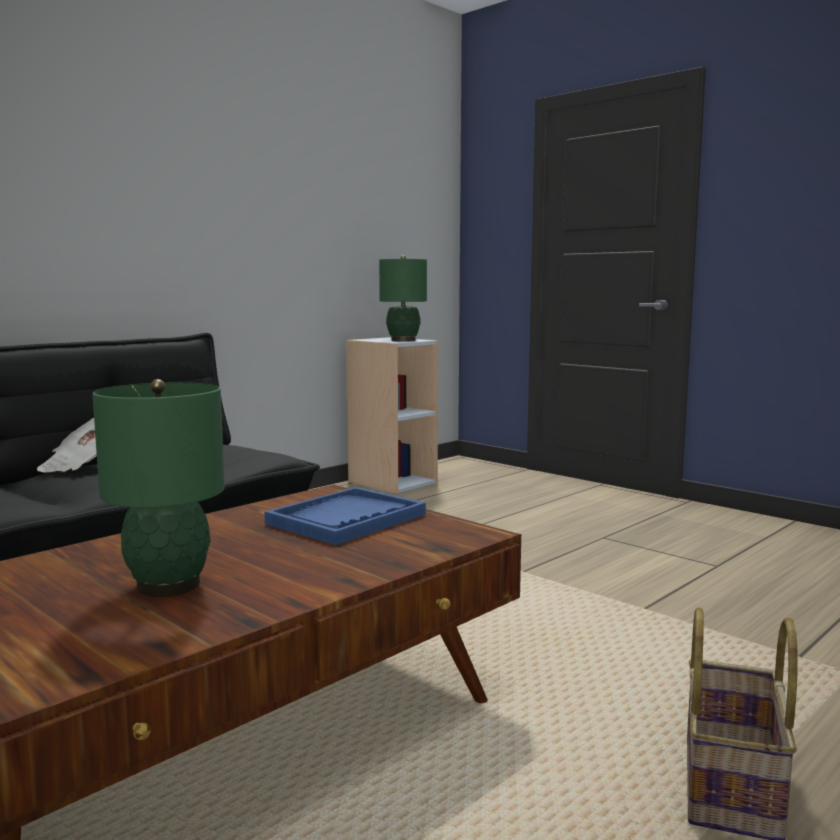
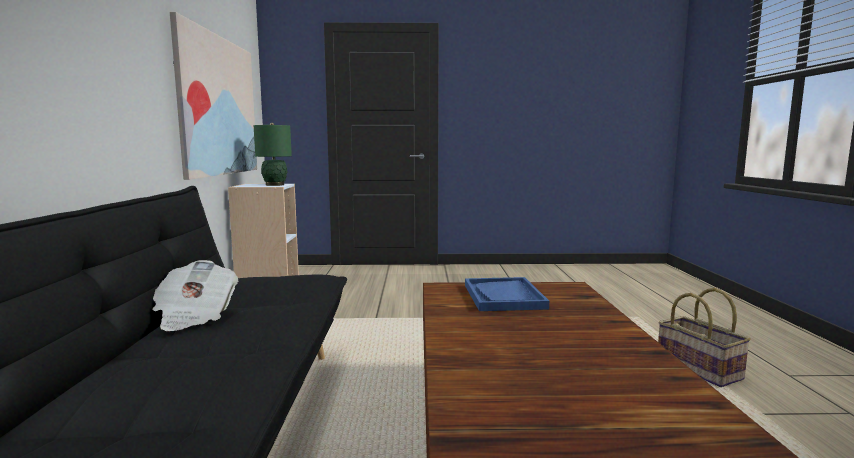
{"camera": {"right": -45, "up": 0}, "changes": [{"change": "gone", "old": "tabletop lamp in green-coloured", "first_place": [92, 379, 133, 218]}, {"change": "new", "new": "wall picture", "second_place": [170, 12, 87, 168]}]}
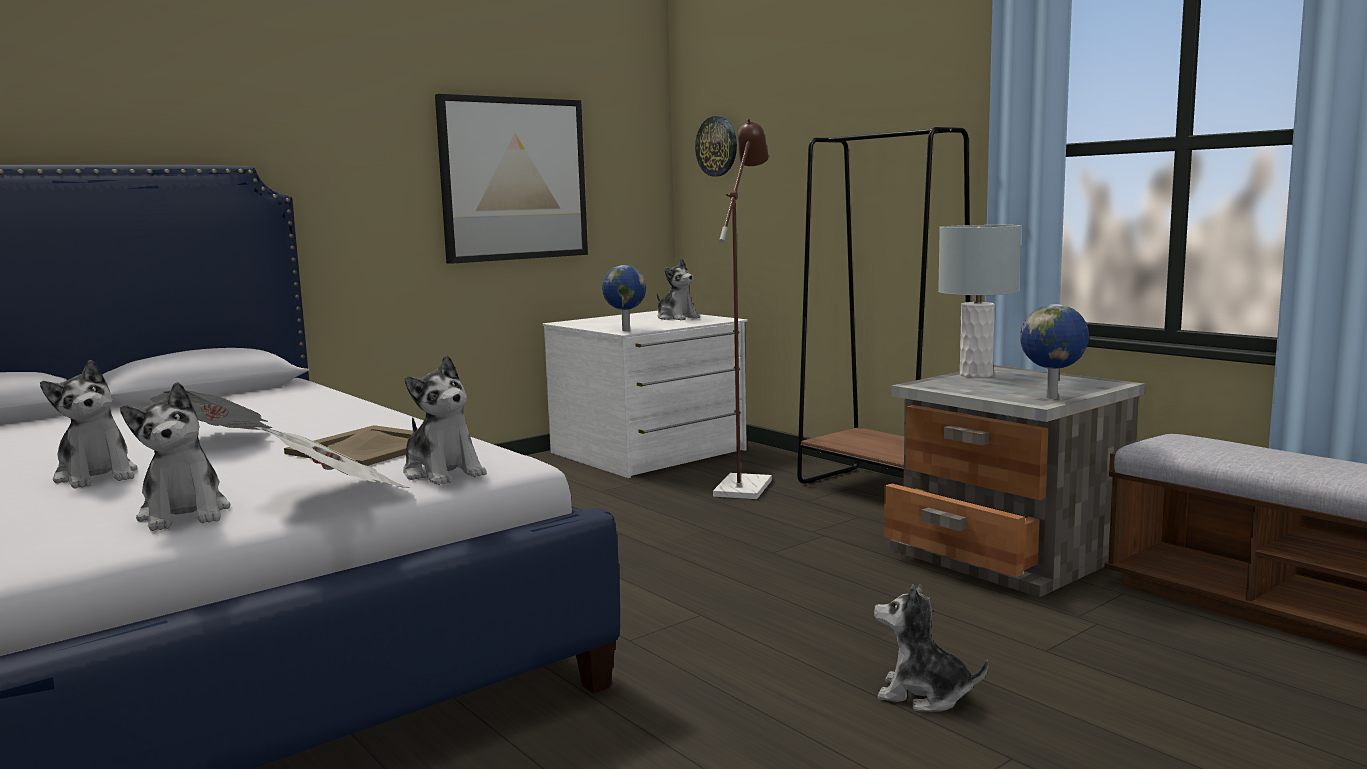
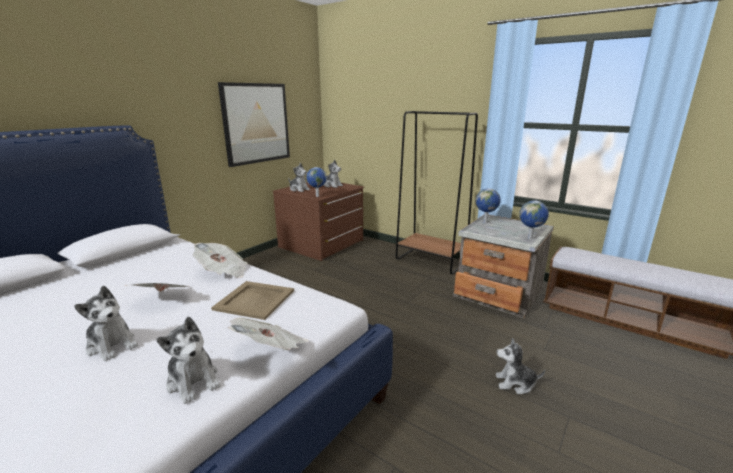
{"camera": {"right": -15, "up": 10}, "changes": [{"change": "gone", "old": "clock on the wall", "first_place": [695, 116, 42, 61]}, {"change": "gone", "old": "standard lamp in brown", "first_place": [713, 119, 59, 380]}, {"change": "new", "new": "daily paper", "second_place": [192, 243, 55, 35]}, {"change": "shifted", "old": "soft toy", "first_place": [403, 355, 84, 130], "second_place": [288, 163, 22, 29]}, {"change": "swapped", "old": "tabletop lamp in grey", "new": "desk globe", "first_place": [938, 225, 83, 153], "second_place": [476, 188, 25, 35]}, {"change": "repainted", "old": "dresser in white-coloured", "new": "dresser in brown", "first_place": [542, 311, 206, 167], "second_place": [273, 182, 91, 79]}]}
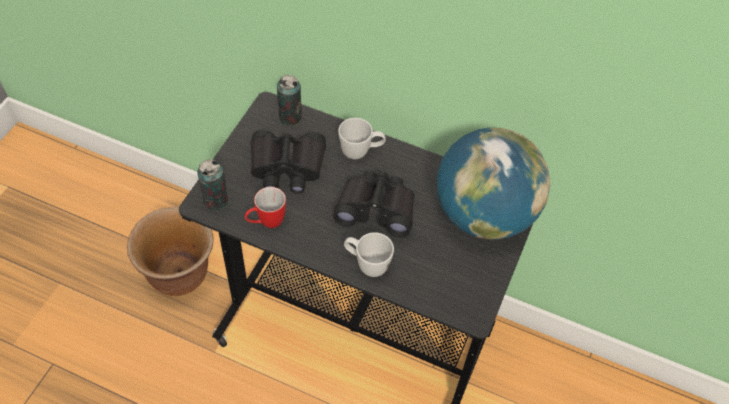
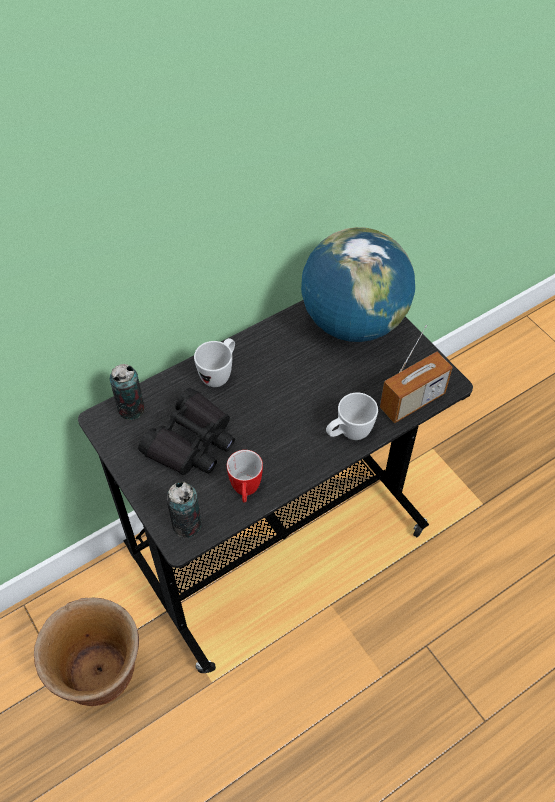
{"camera": {"right": -55, "up": 0}, "changes": [{"change": "gone", "old": "pair of binoculars in black", "first_place": [333, 171, 82, 67]}, {"change": "new", "new": "radio receiver", "second_place": [380, 325, 73, 98]}]}
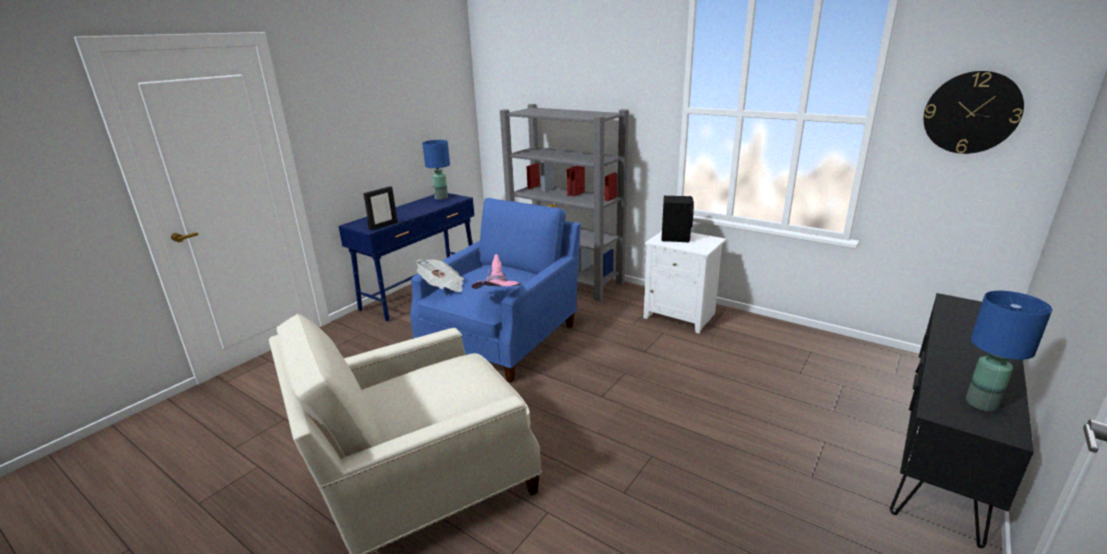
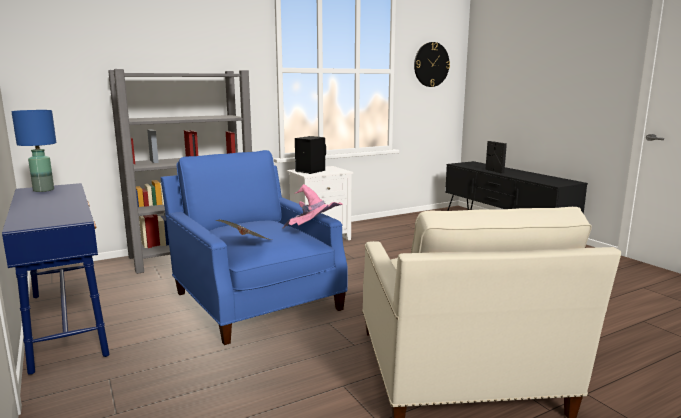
{"camera": {"right": -65, "up": -10}, "changes": [{"change": "gone", "old": "tabletop lamp in blue-coloured", "first_place": [965, 291, 87, 121]}, {"change": "shifted", "old": "picture frame", "first_place": [363, 186, 35, 45], "second_place": [485, 141, 22, 32]}]}
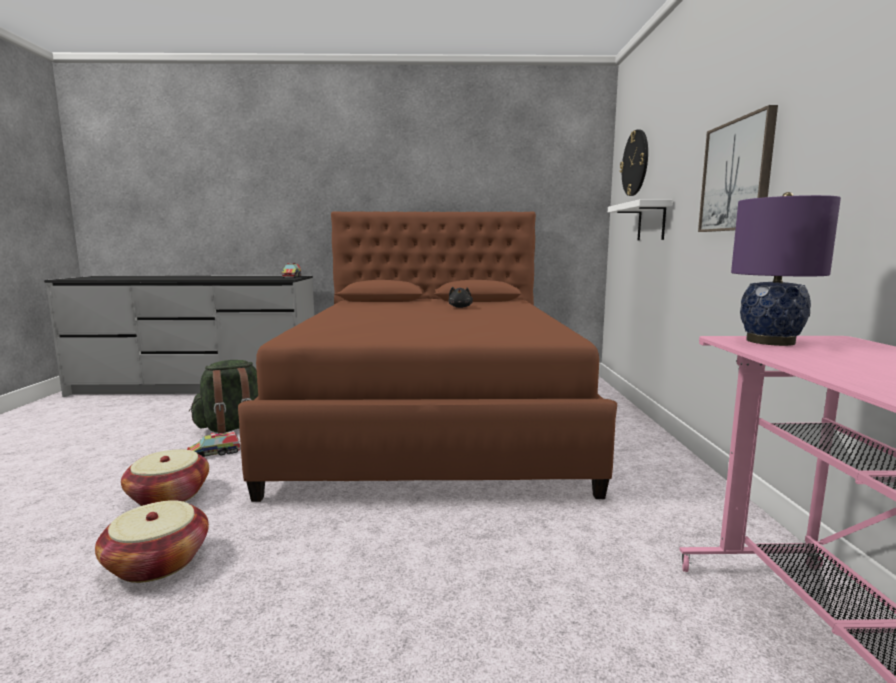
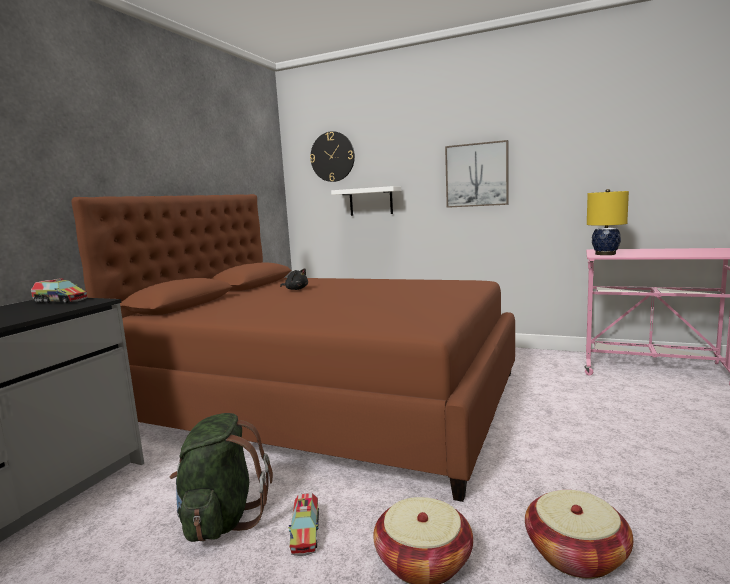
{"camera": {"right": -65, "up": 0}, "changes": [{"change": "repainted", "old": "tabletop lamp in purple-coloured", "new": "tabletop lamp in yellowish", "first_place": [731, 192, 110, 154], "second_place": [587, 189, 42, 66]}]}
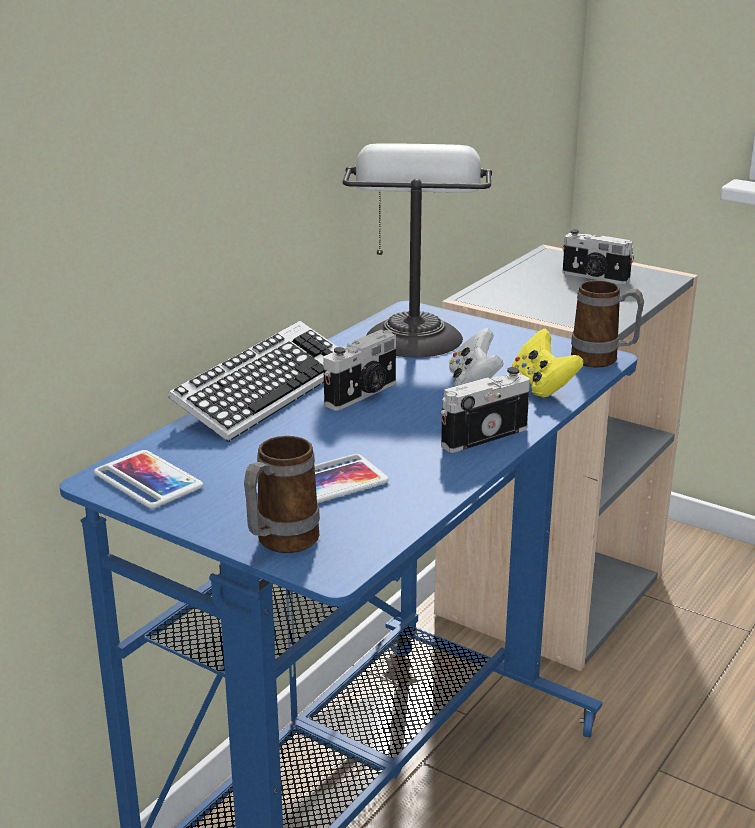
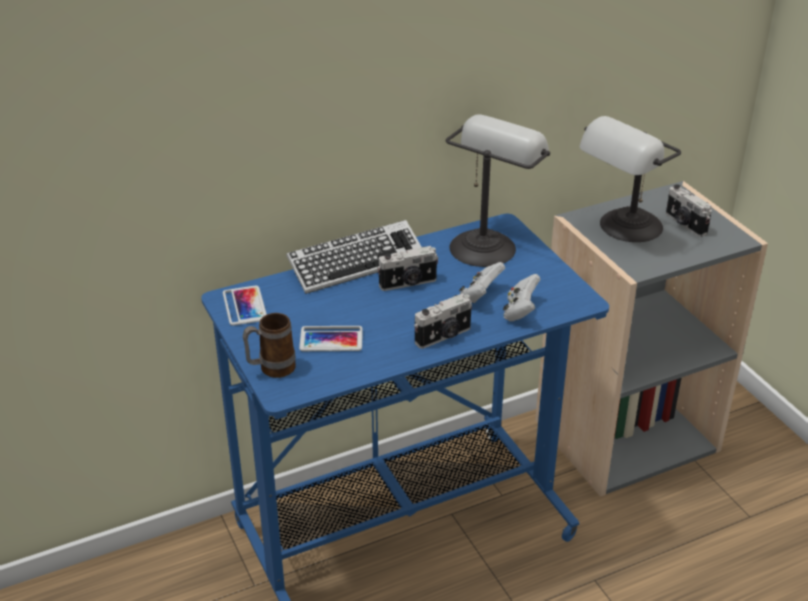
{"camera": {"right": 30, "up": 10}, "changes": [{"change": "gone", "old": "tea mug", "first_place": [571, 280, 73, 88]}, {"change": "new", "new": "tabletop lamp", "second_place": [580, 116, 101, 126]}, {"change": "repainted", "old": "game controller in yellowish", "new": "game controller in white-coloured", "first_place": [512, 328, 72, 69], "second_place": [503, 274, 37, 48]}, {"change": "rotated", "old": "photo camera", "first_place": [441, 367, 89, 86], "second_place": [414, 293, 58, 56], "degrees": 150}]}
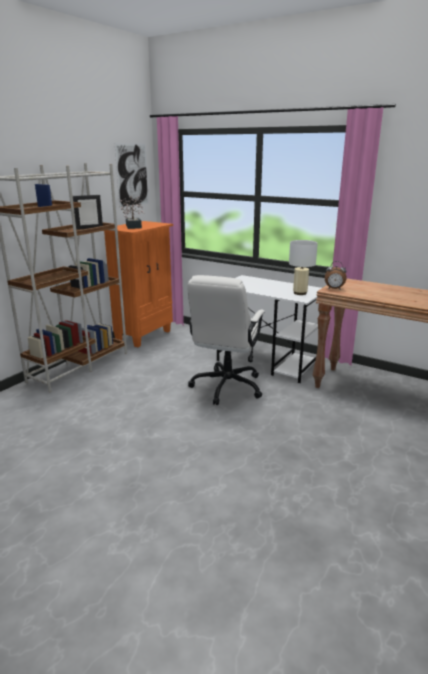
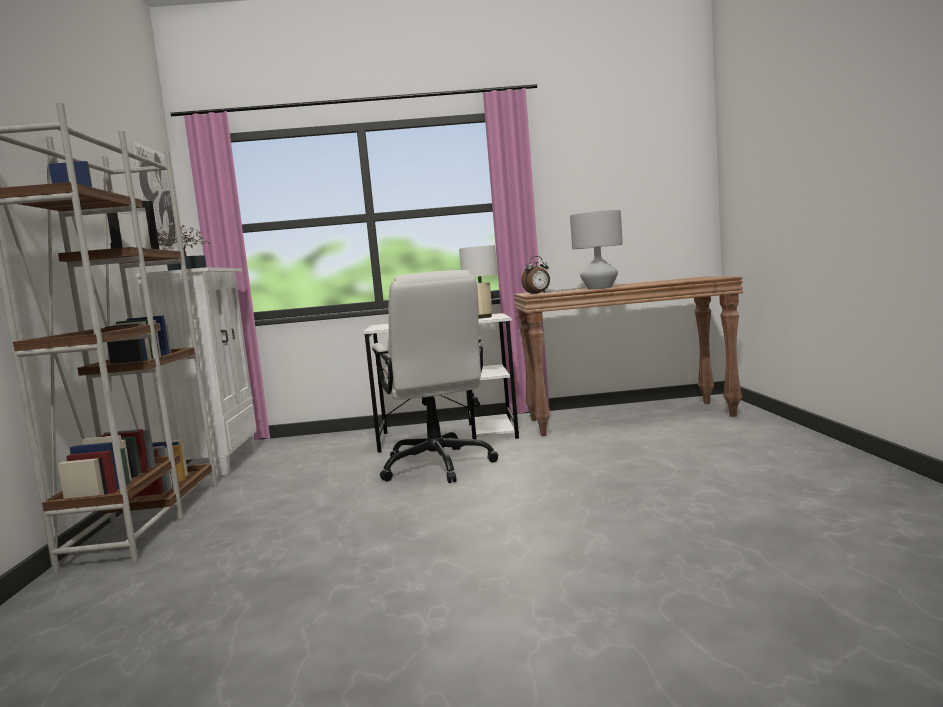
{"camera": {"right": -35, "up": -15}, "changes": [{"change": "new", "new": "tabletop lamp in white-coloured", "second_place": [542, 210, 81, 82]}, {"change": "repainted", "old": "storage cabinet in orange-coloured", "new": "storage cabinet in white-coloured", "first_place": [104, 221, 69, 126], "second_place": [135, 267, 122, 209]}]}
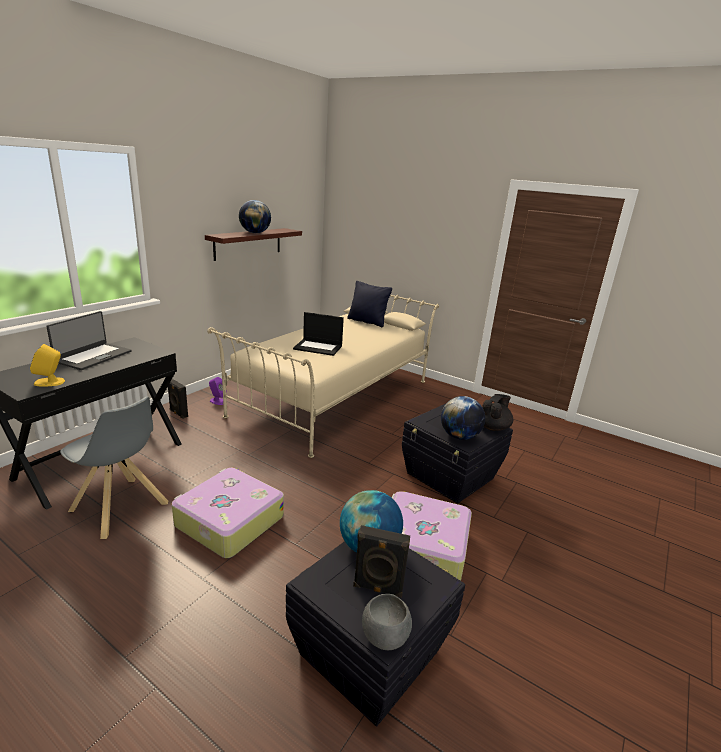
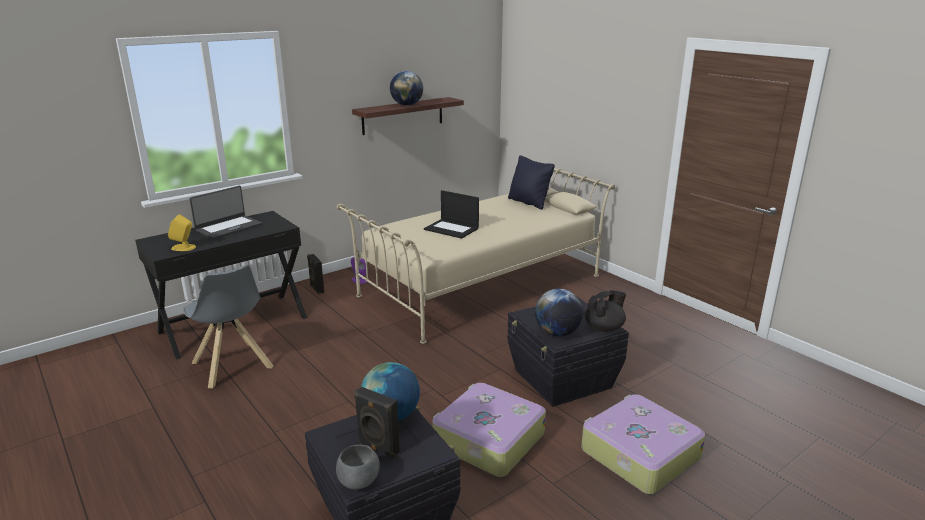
{"camera": {"right": 20, "up": 0}, "changes": [{"change": "shifted", "old": "travel case", "first_place": [172, 468, 112, 90], "second_place": [581, 394, 124, 100]}]}
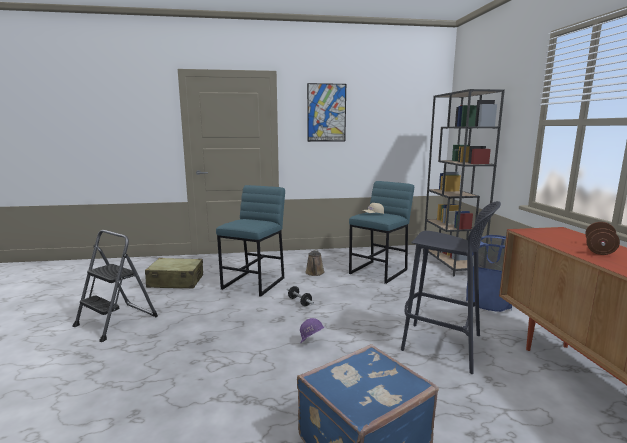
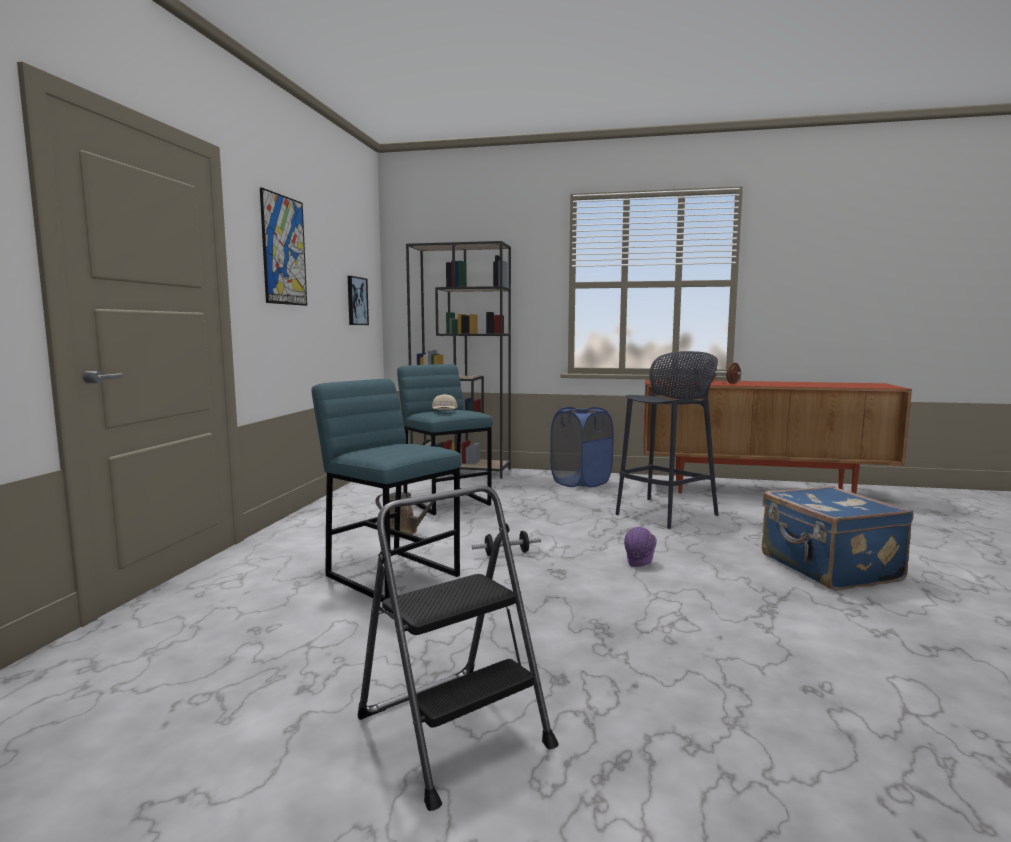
{"camera": {"right": -70, "up": -5}, "changes": [{"change": "gone", "old": "travel case in sand-coloured", "first_place": [145, 258, 58, 31]}, {"change": "new", "new": "wall picture", "second_place": [348, 276, 21, 49]}]}
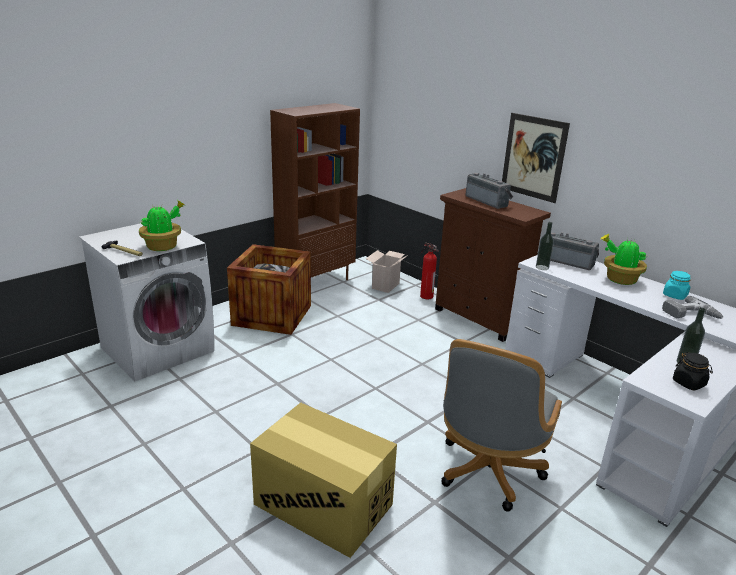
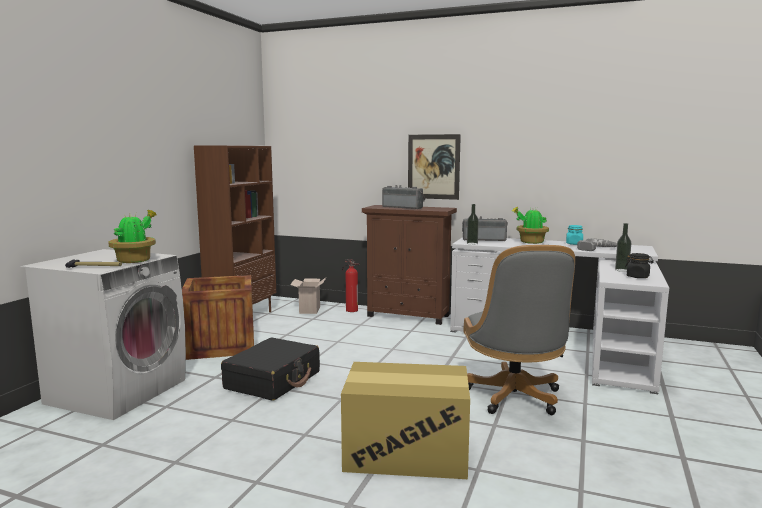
{"camera": {"right": -25, "up": -15}, "changes": [{"change": "new", "new": "travel case in black", "second_place": [221, 337, 99, 64]}]}
